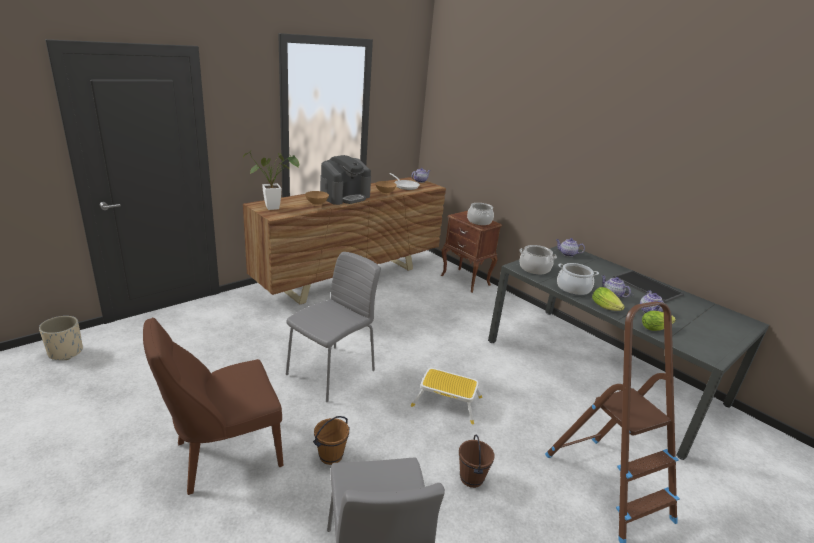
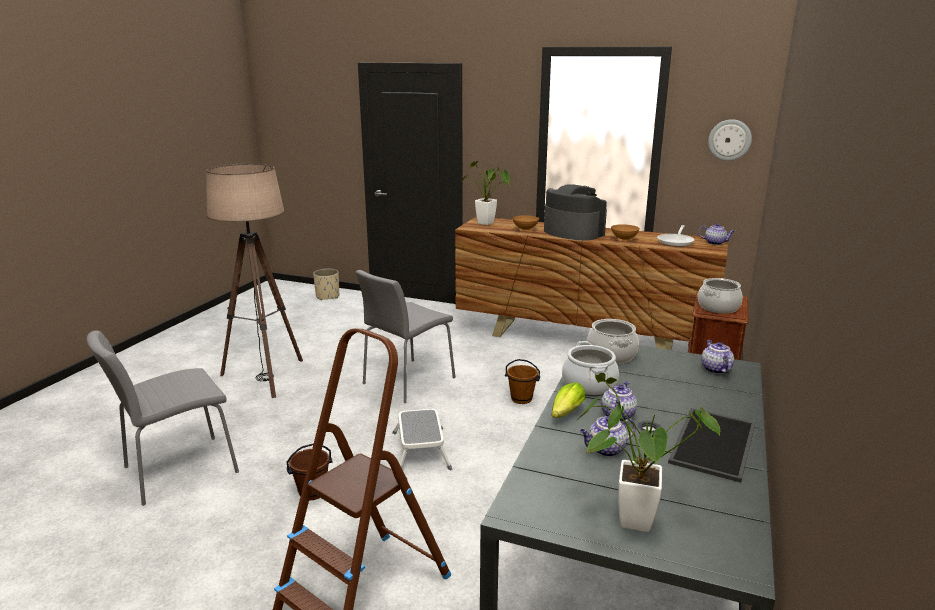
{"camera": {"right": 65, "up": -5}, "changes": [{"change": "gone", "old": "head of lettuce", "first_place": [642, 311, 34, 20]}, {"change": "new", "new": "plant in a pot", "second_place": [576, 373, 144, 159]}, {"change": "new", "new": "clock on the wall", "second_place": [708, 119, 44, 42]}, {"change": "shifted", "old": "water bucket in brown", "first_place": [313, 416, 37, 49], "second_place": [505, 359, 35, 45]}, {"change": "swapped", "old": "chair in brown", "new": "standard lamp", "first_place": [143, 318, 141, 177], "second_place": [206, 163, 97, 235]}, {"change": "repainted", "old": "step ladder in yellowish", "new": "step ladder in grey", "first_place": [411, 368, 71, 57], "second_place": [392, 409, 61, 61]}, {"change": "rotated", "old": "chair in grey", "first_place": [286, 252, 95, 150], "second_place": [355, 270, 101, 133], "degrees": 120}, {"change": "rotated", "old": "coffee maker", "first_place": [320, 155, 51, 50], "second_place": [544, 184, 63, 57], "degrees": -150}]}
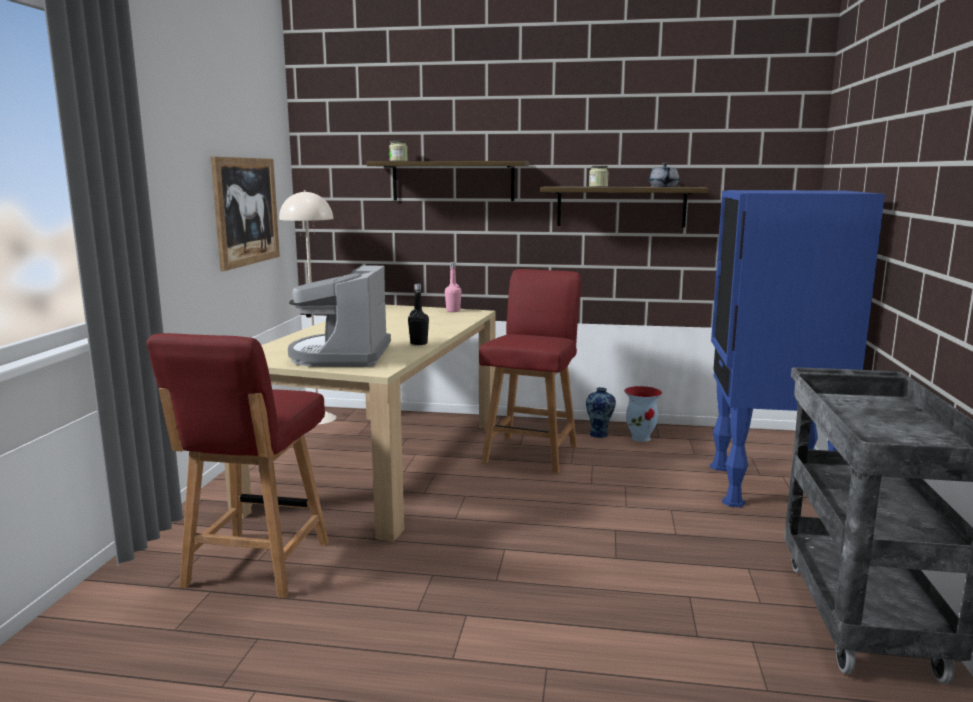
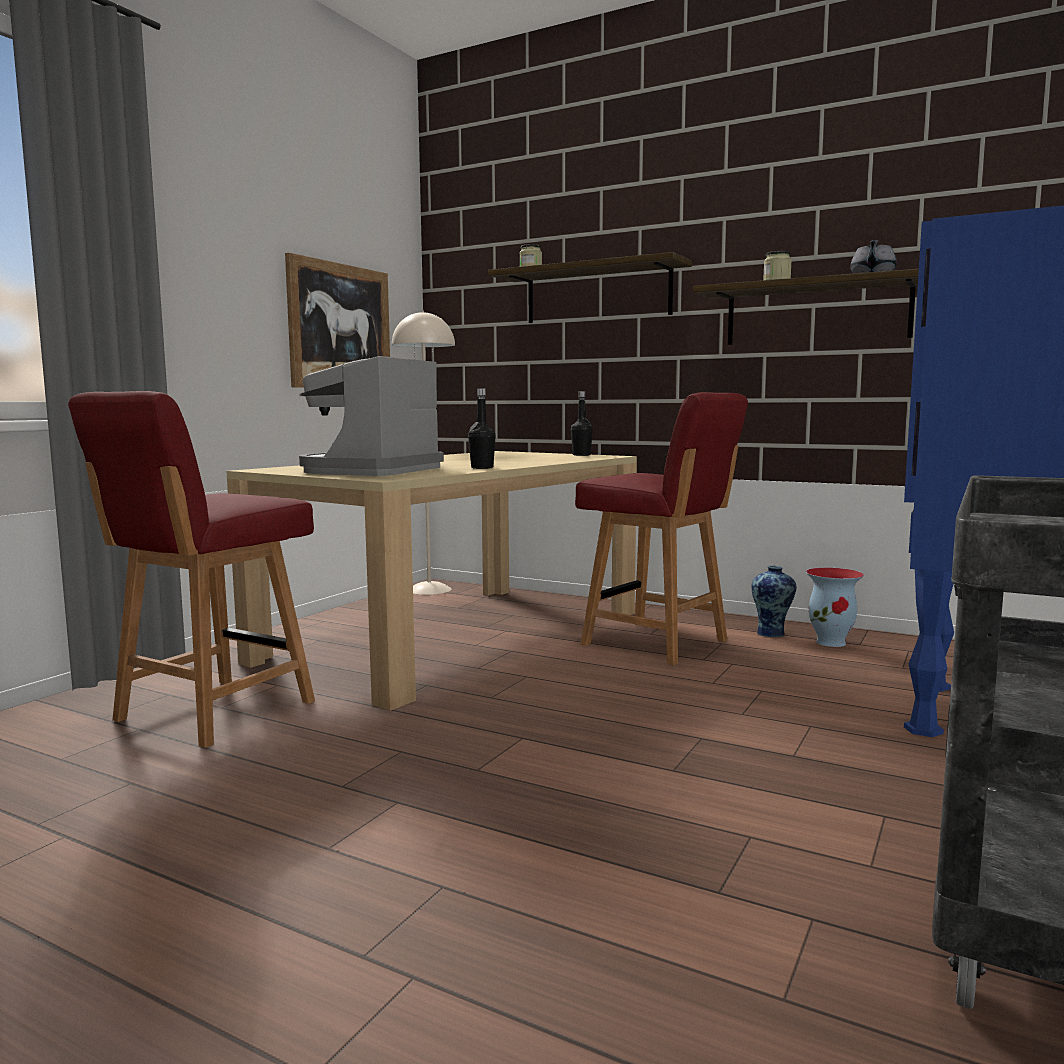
{"camera": {"right": 20, "up": -5}, "changes": [{"change": "repainted", "old": "bottle in pink-coloured", "new": "bottle in black", "first_place": [445, 262, 17, 50], "second_place": [571, 391, 22, 65]}, {"change": "rotated", "old": "chair in red-coloured", "first_place": [479, 269, 102, 204], "second_place": [575, 392, 173, 273], "degrees": 90}]}
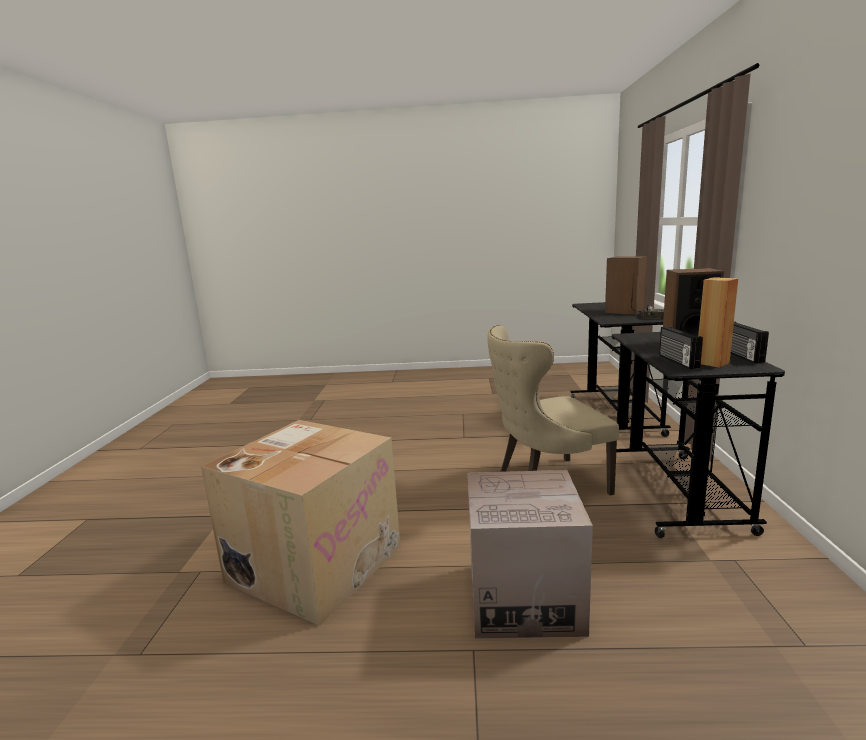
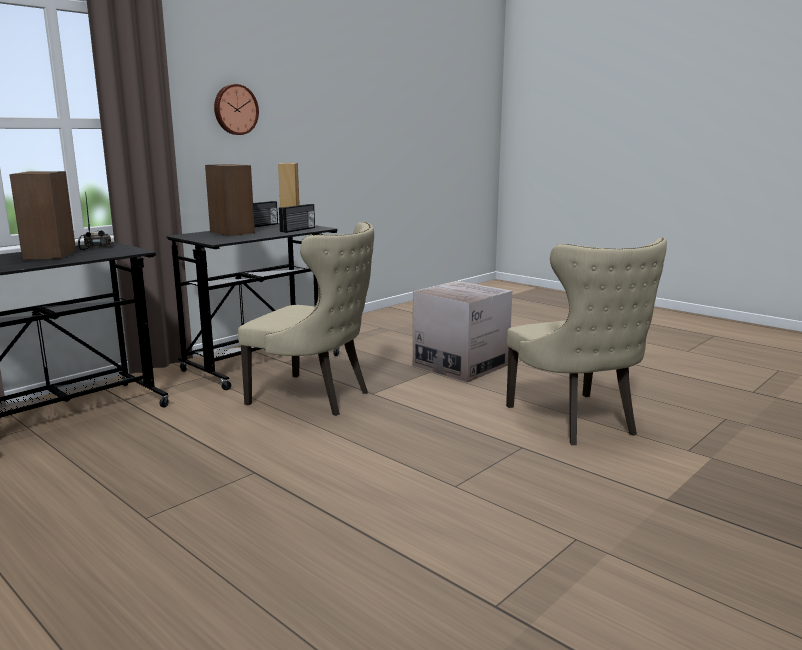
{"camera": {"right": -140, "up": 0}, "changes": [{"change": "new", "new": "clock on the wall", "second_place": [214, 84, 45, 51]}, {"change": "swapped", "old": "cardboard box", "new": "chair in sand-coloured", "first_place": [201, 420, 199, 206], "second_place": [506, 238, 161, 207]}]}
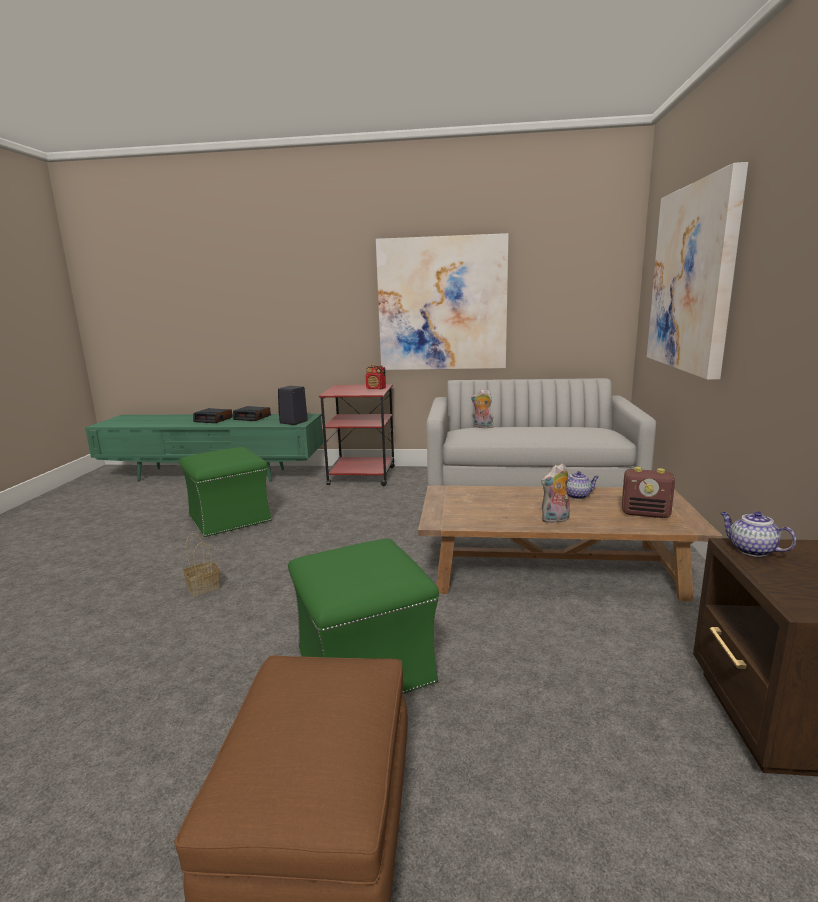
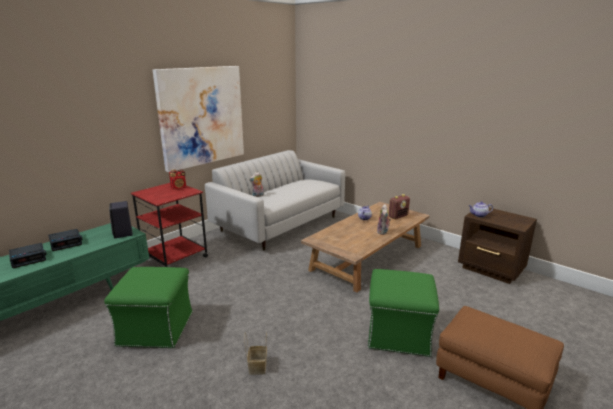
{"camera": {"right": -55, "up": 5}, "changes": [{"change": "gone", "old": "wall picture", "first_place": [647, 162, 101, 218]}]}
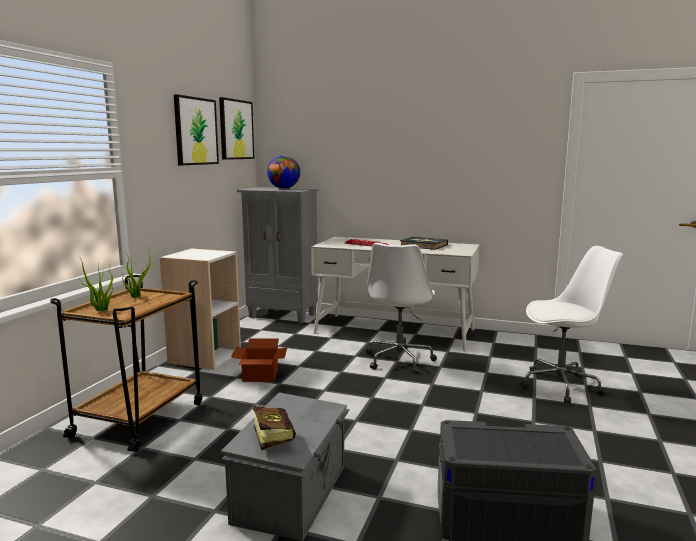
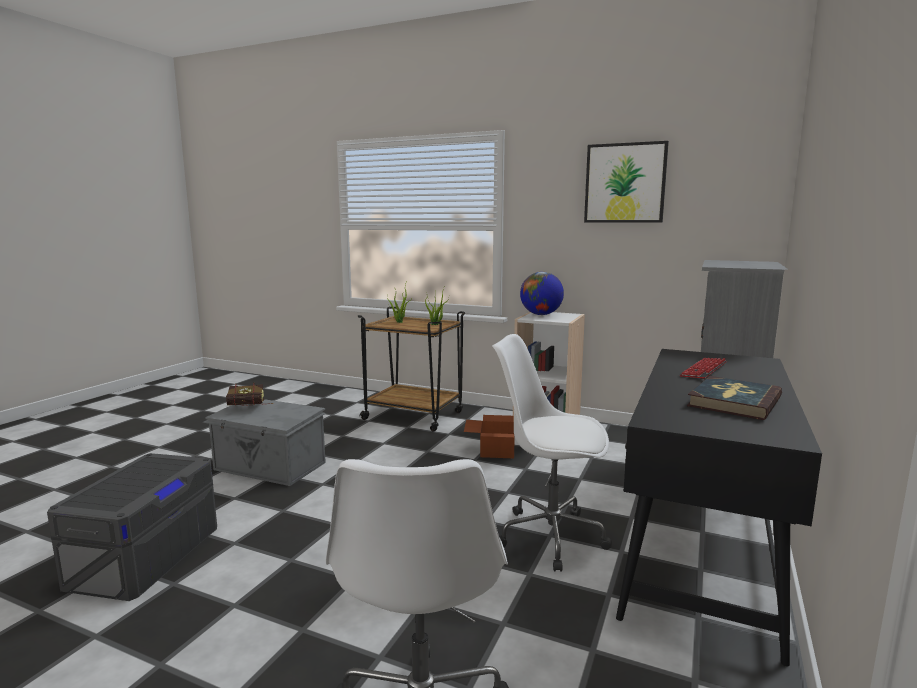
{"camera": {"right": 95, "up": 0}, "changes": [{"change": "gone", "old": "wall picture", "first_place": [219, 97, 35, 63]}, {"change": "shifted", "old": "desk globe", "first_place": [267, 155, 33, 34], "second_place": [520, 272, 44, 43]}, {"change": "repainted", "old": "desk table in white-coloured", "new": "desk table in black", "first_place": [311, 237, 169, 114], "second_place": [616, 349, 206, 318]}]}
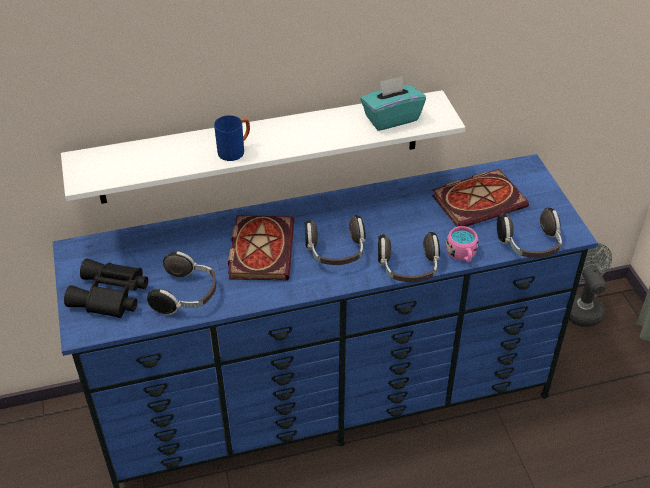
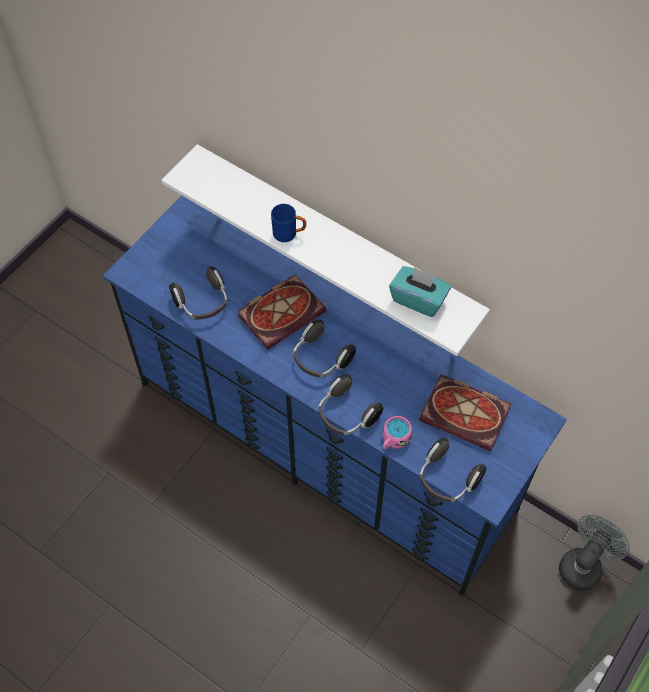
{"camera": {"right": 50, "up": 15}, "changes": [{"change": "gone", "old": "pair of binoculars in black", "first_place": [64, 258, 84, 60]}]}
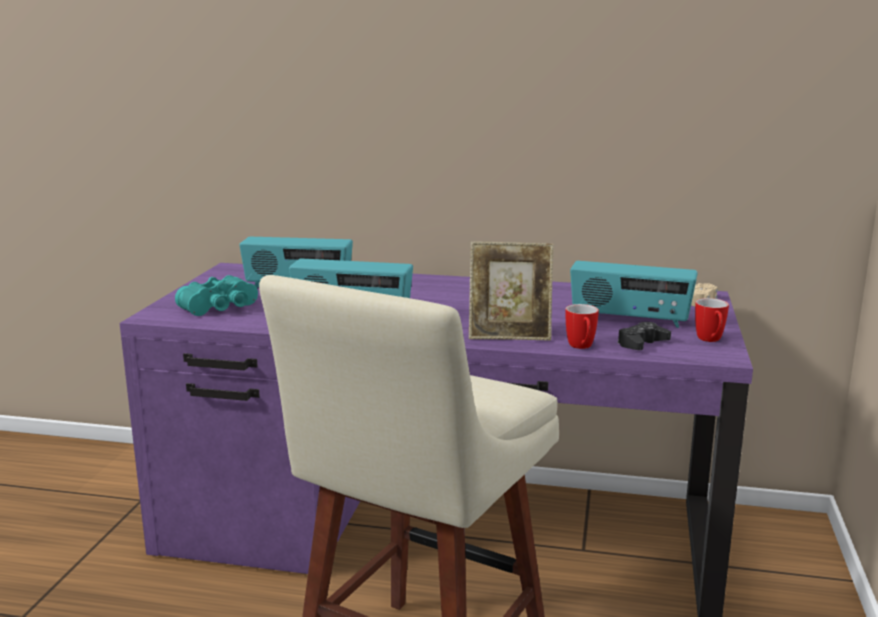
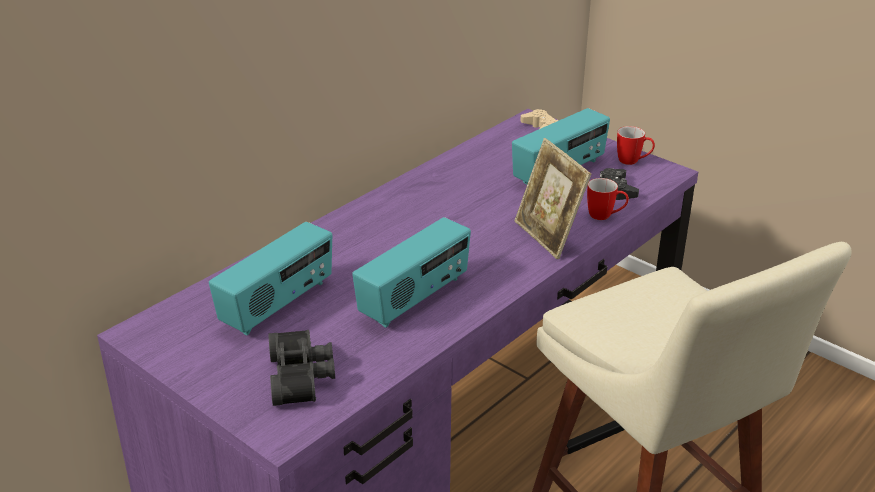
{"camera": {"right": -60, "up": 15}, "changes": [{"change": "repainted", "old": "pair of binoculars in blue-green", "new": "pair of binoculars in black", "first_place": [175, 275, 83, 41], "second_place": [268, 330, 67, 76]}, {"change": "rotated", "old": "picture frame", "first_place": [469, 241, 85, 99], "second_place": [515, 138, 76, 121], "degrees": 120}]}
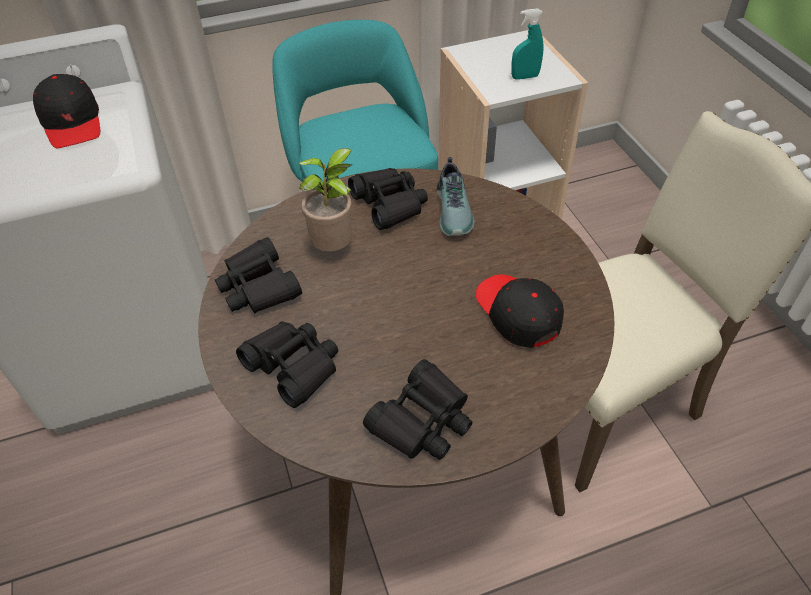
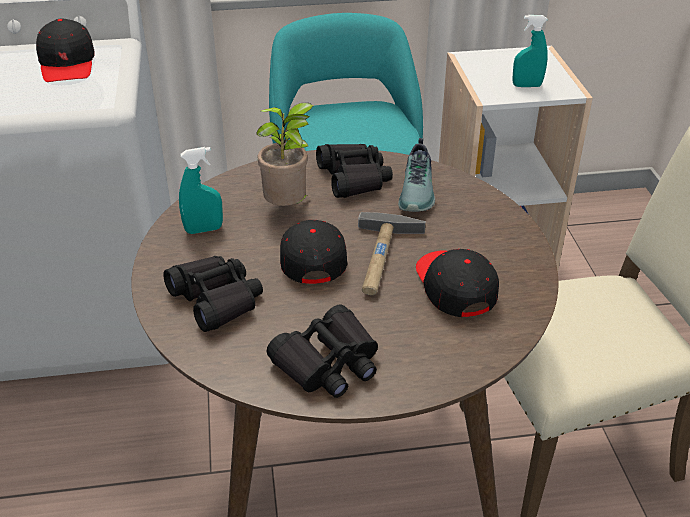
{"camera": {"right": 10, "up": -10}, "changes": [{"change": "new", "new": "cap in black", "second_place": [280, 220, 67, 64]}, {"change": "new", "new": "hammer", "second_place": [358, 212, 68, 83]}, {"change": "swapped", "old": "pair of binoculars in black", "new": "spray bottle in blue-green", "first_place": [215, 237, 87, 76], "second_place": [179, 147, 44, 87]}]}
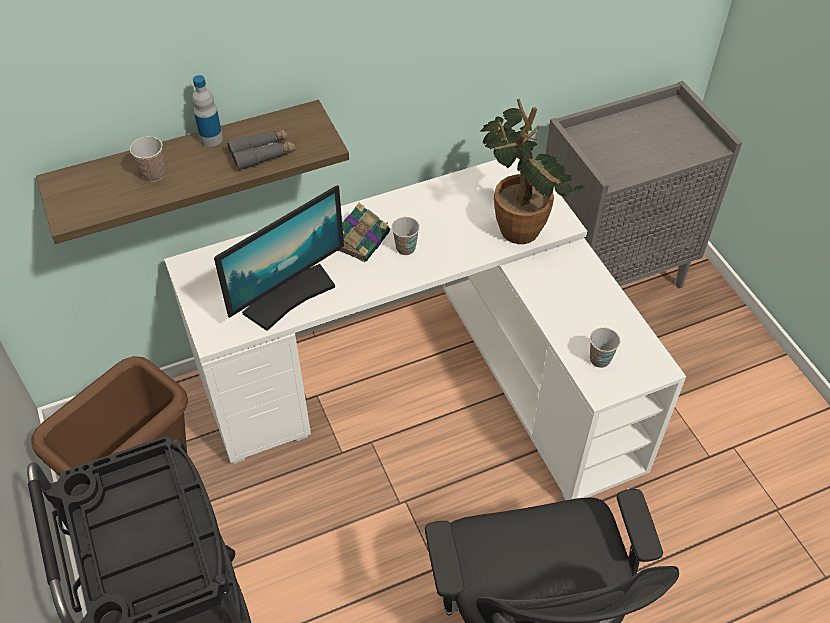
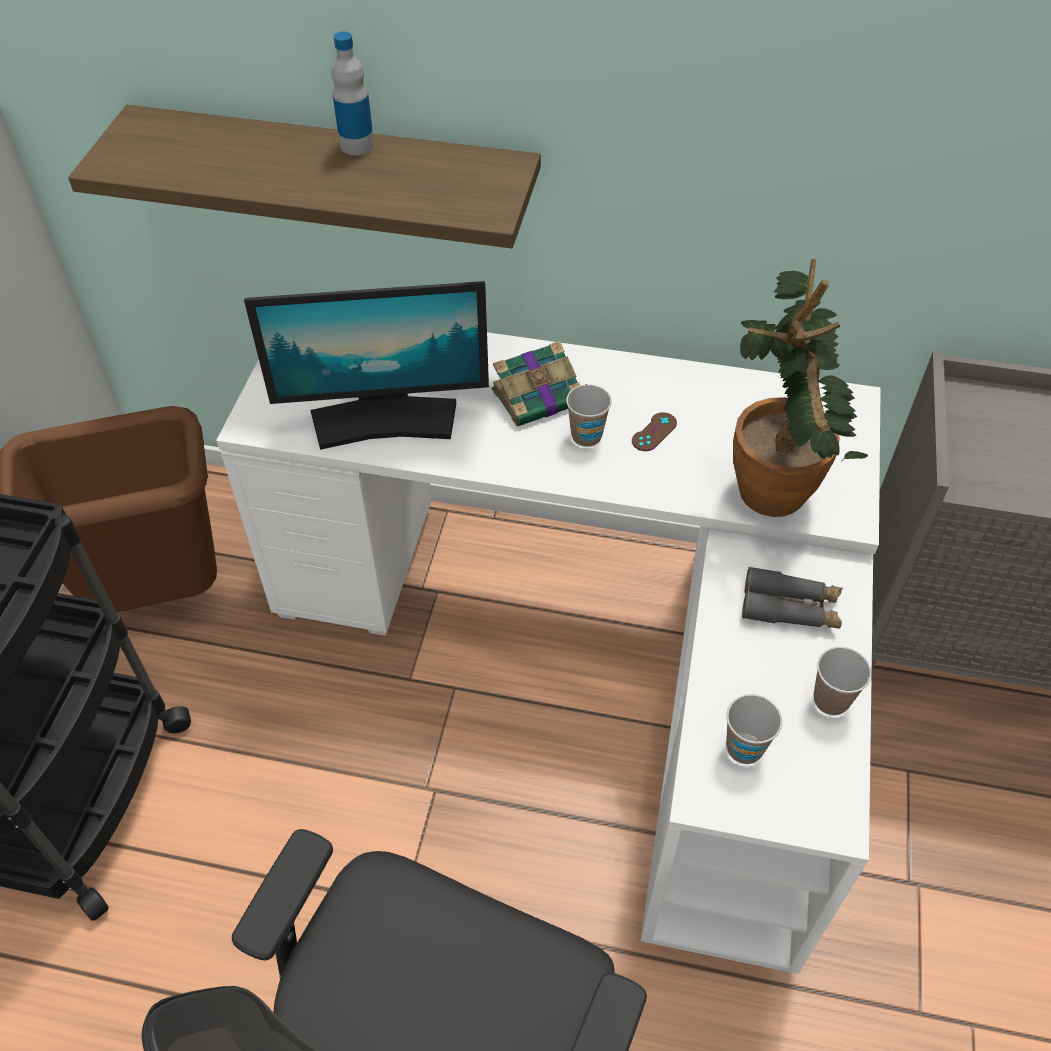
{"camera": {"right": 35, "up": 0}, "changes": [{"change": "new", "new": "game controller in brown", "second_place": [632, 412, 45, 39]}, {"change": "shifted", "old": "cup", "first_place": [130, 136, 35, 46], "second_place": [814, 647, 58, 68]}, {"change": "shifted", "old": "pair of binoculars in grey", "first_place": [227, 129, 69, 42], "second_place": [742, 566, 101, 63]}]}
